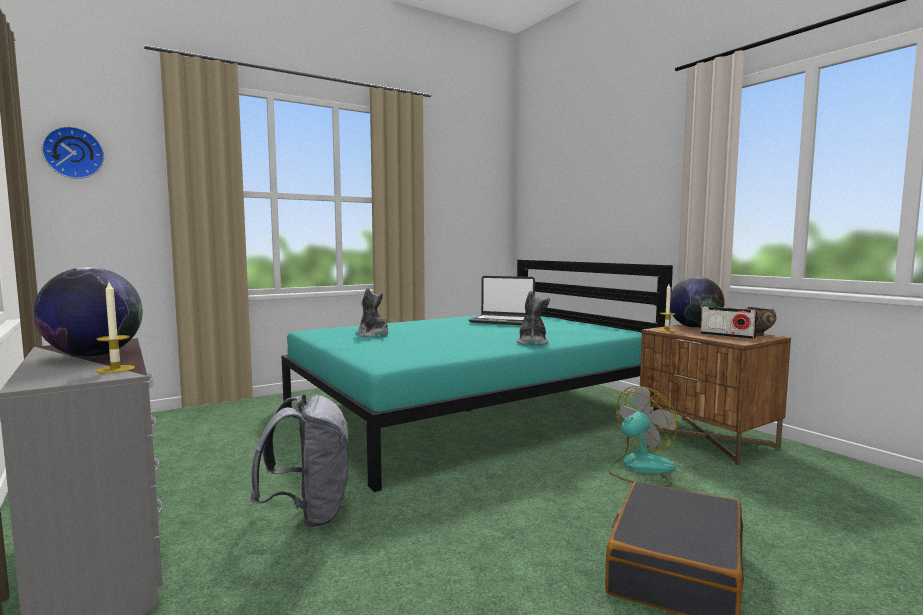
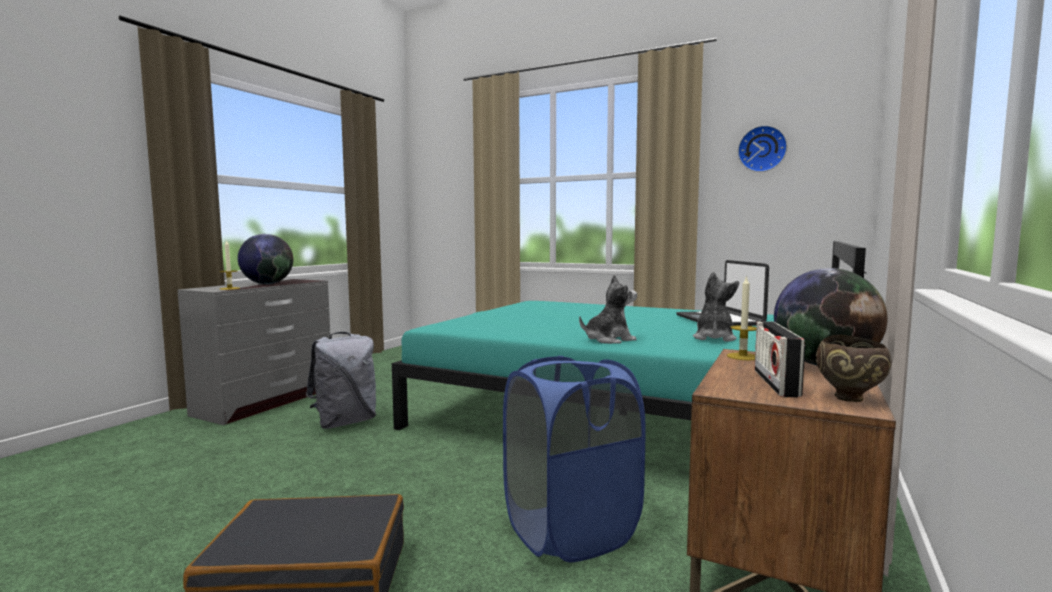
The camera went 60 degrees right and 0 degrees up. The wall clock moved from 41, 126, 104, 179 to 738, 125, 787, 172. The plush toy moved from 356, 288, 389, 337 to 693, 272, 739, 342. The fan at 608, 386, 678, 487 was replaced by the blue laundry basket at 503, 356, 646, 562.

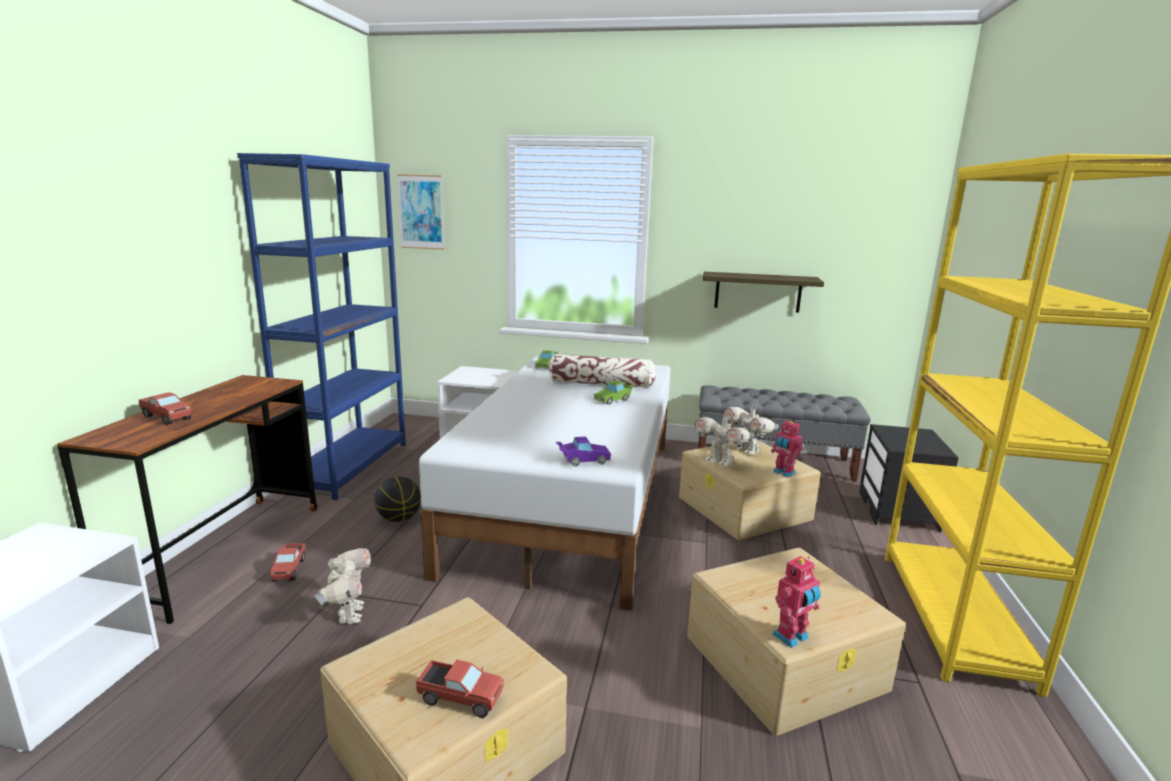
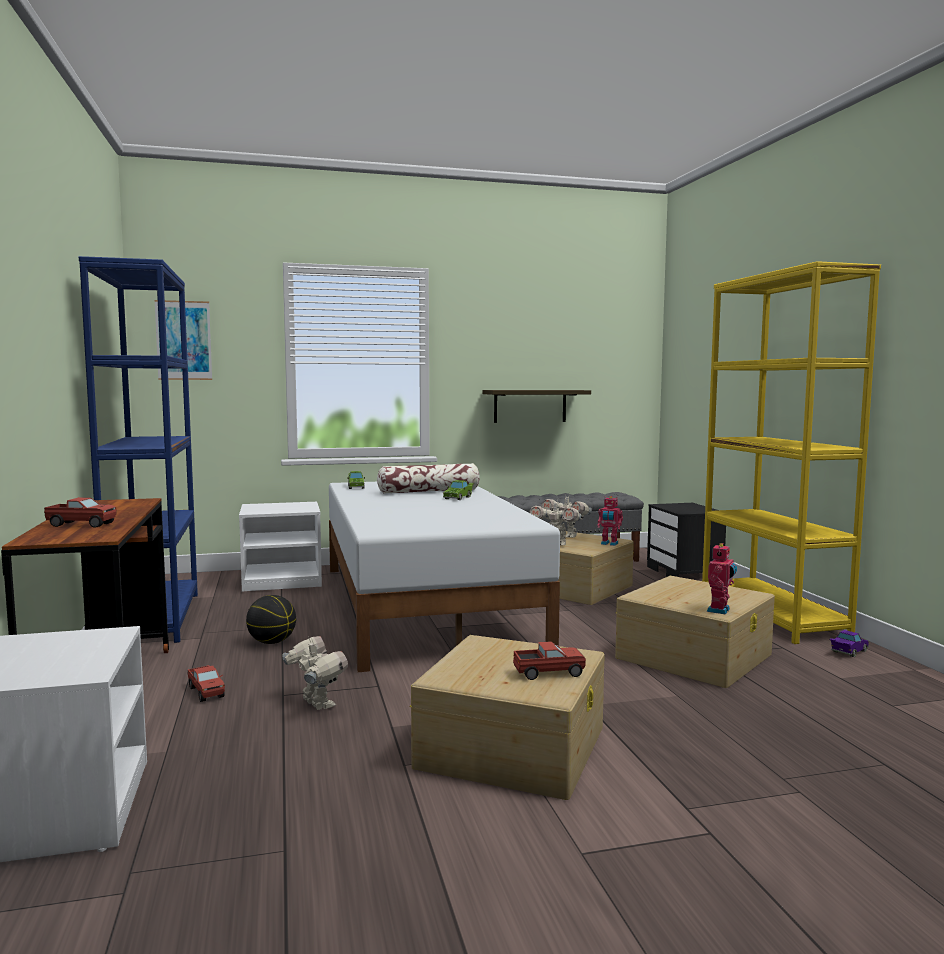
The camera went 25 degrees left and 10 degrees down. The purple toy car moved from 556, 437, 612, 467 to 830, 630, 869, 657.

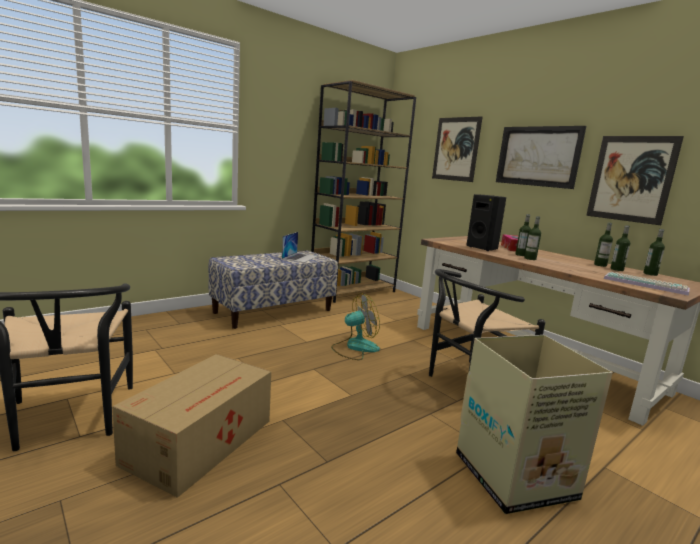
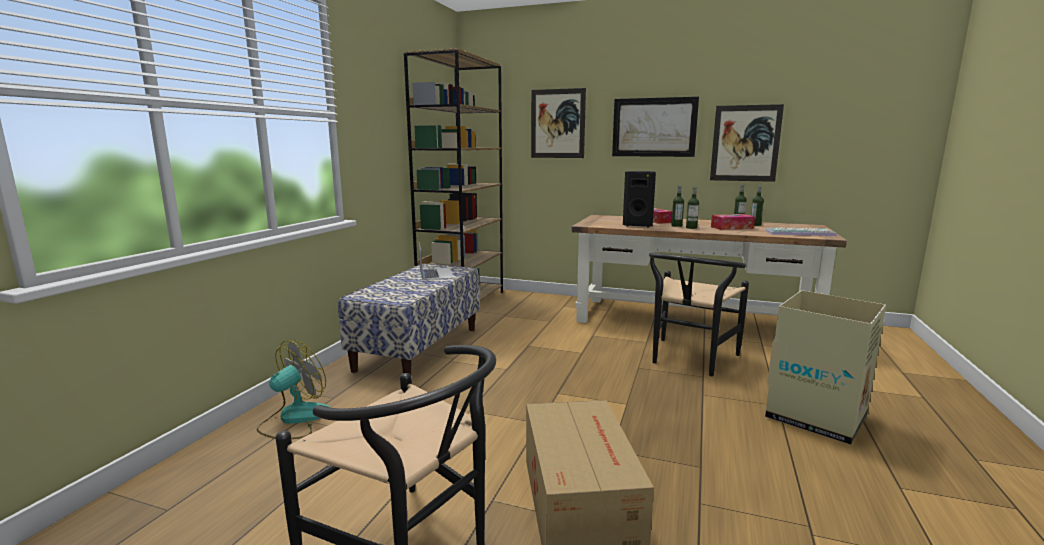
The camera went 30 degrees left and 0 degrees up. The fan moved from 331, 293, 380, 360 to 256, 340, 331, 439. The bottle at 643, 229, 665, 276 disappeared. The tissue box at 711, 214, 755, 230 appeared.

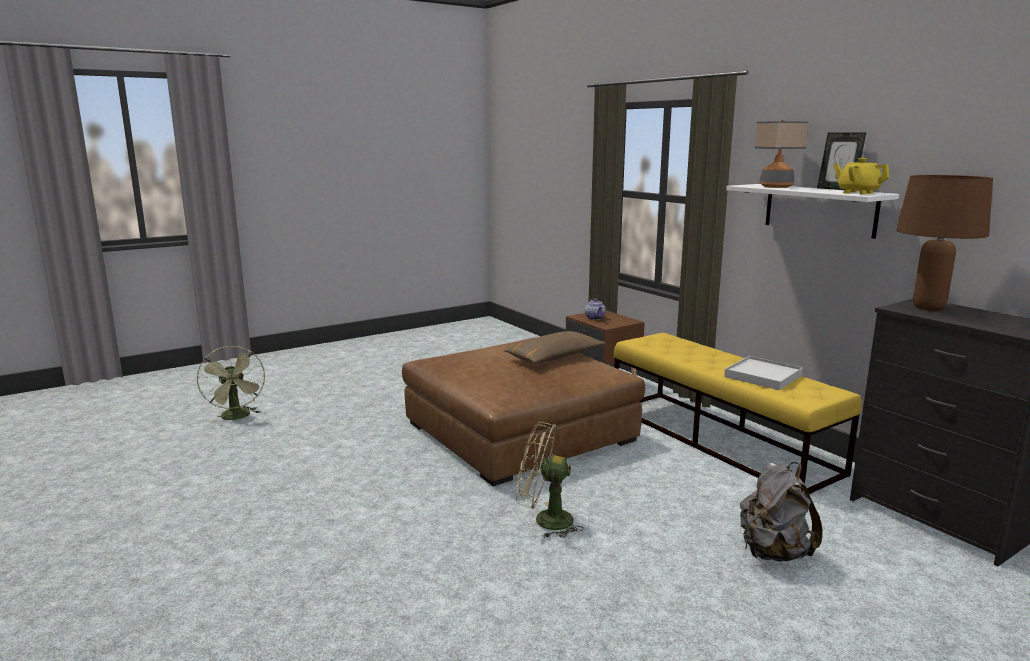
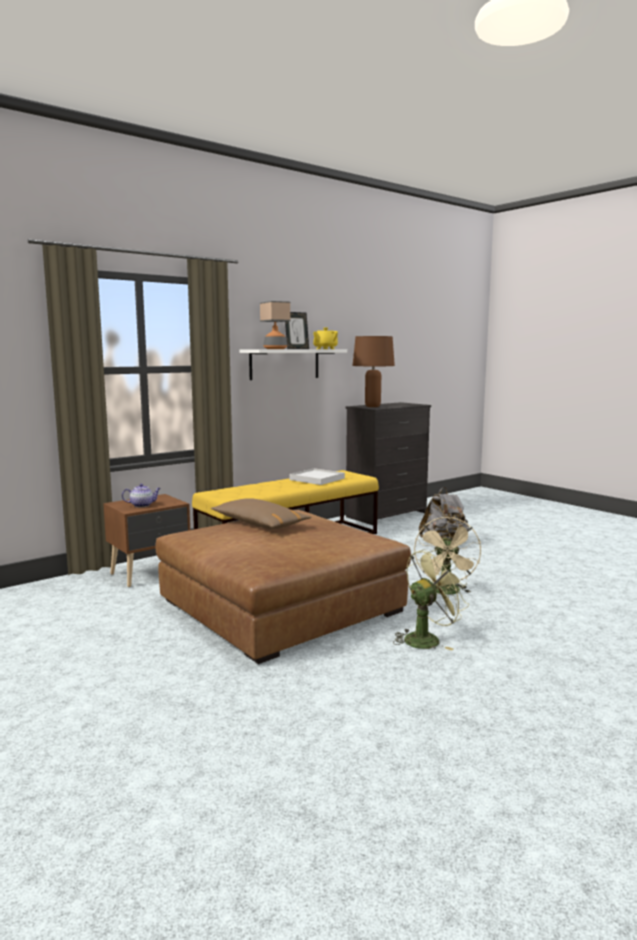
The camera went 95 degrees left and 5 degrees down. The green fan moved from 197, 346, 265, 423 to 393, 548, 469, 650.

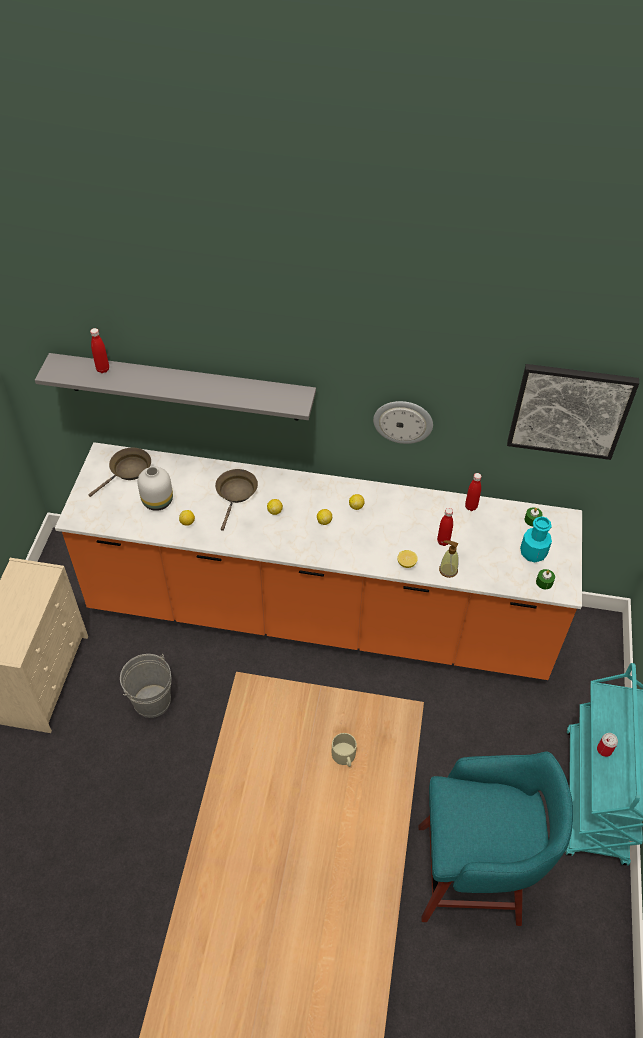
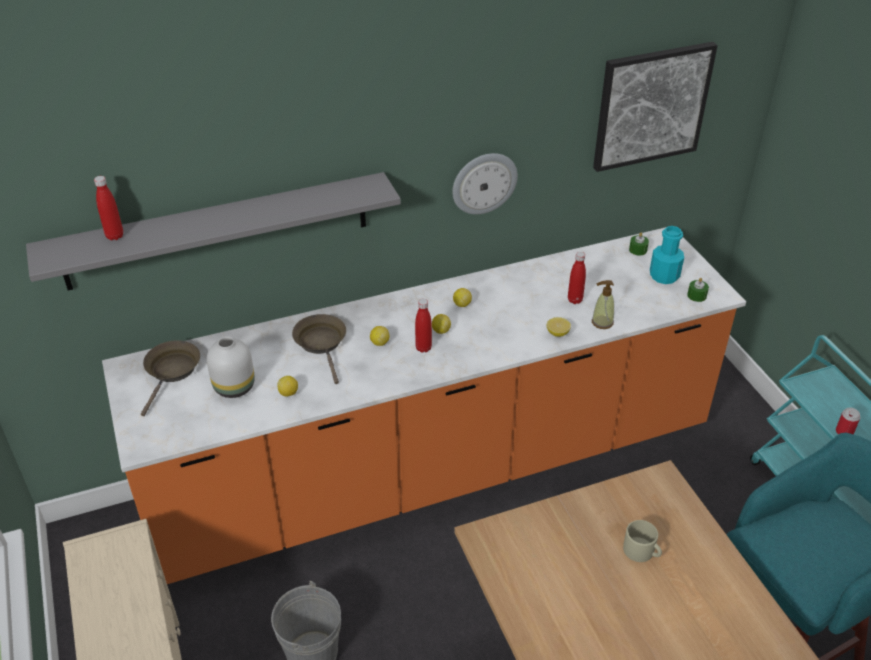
The camera went 30 degrees left and 10 degrees down. The red bottle moved from 465, 473, 482, 511 to 415, 299, 432, 353.

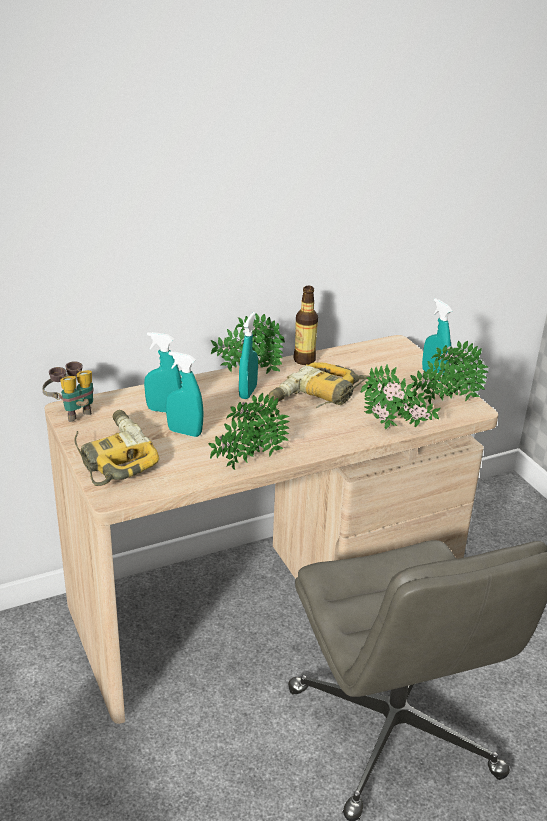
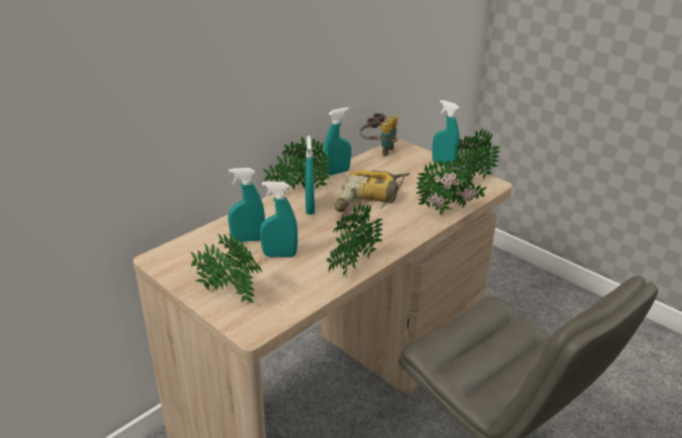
The camera went 20 degrees left and 0 degrees up. The binoculars moved from 42, 361, 93, 422 to 360, 113, 398, 156. The power drill at 74, 410, 159, 486 was replaced by the potted plant at 191, 234, 262, 304. The bottle at 293, 286, 318, 365 was replaced by the turquoise spray bottle at 324, 107, 351, 175.

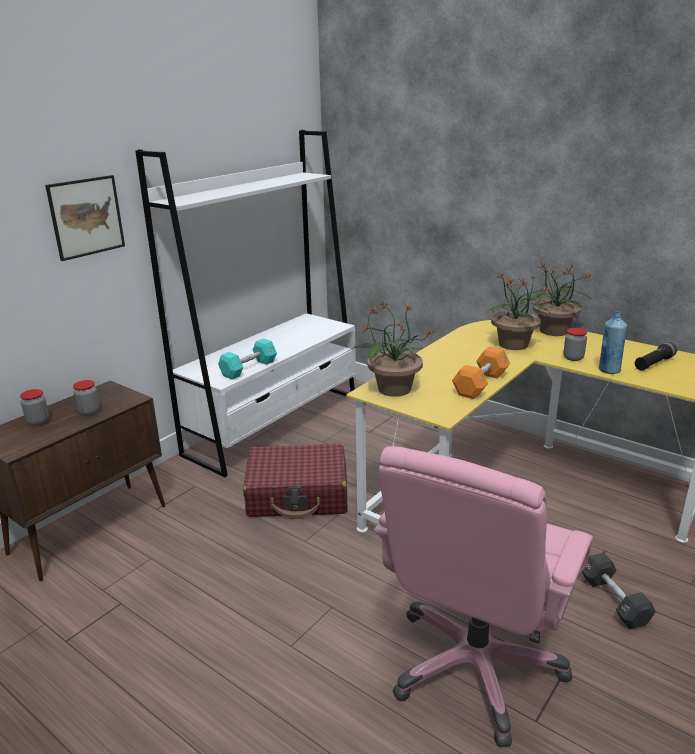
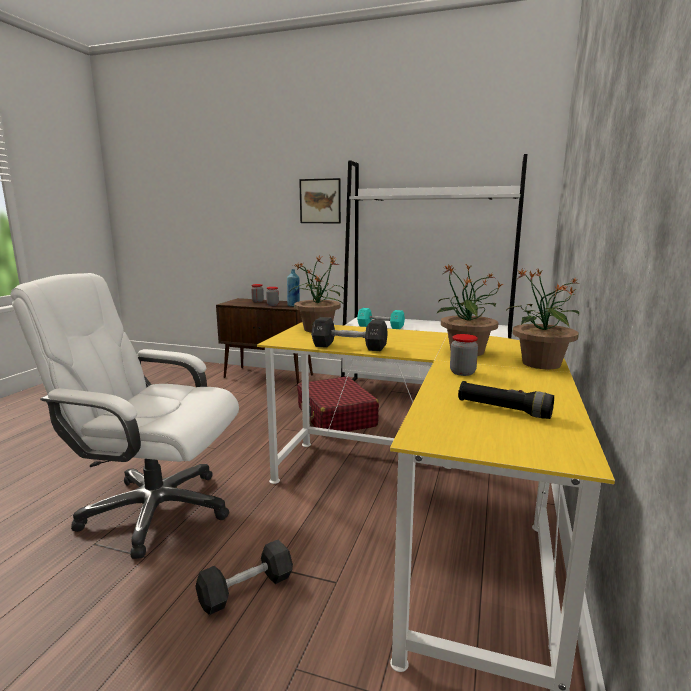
The camera went 70 degrees right and 10 degrees down. The pink office chair at 374, 446, 593, 747 became the white office chair at 11, 273, 239, 559. The orange dumbbell at 452, 346, 510, 399 became the black dumbbell at 311, 317, 388, 351. The blue bottle moved from 599, 311, 627, 374 to 287, 269, 300, 307.

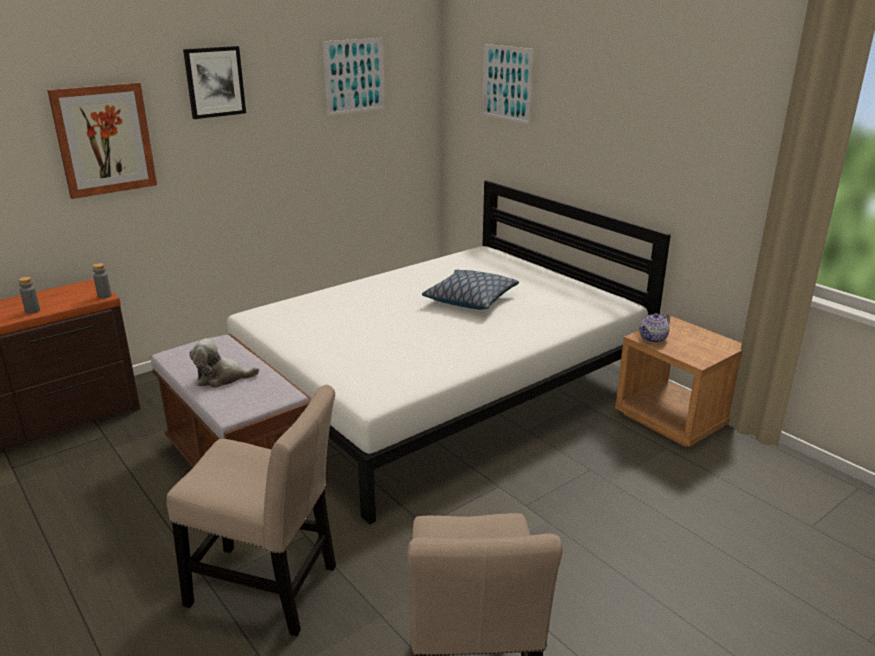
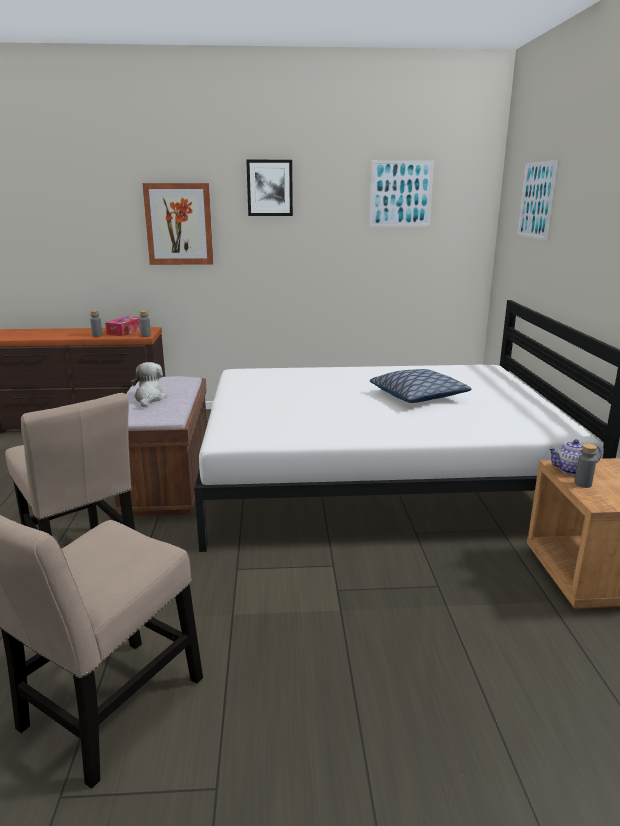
The camera went 35 degrees right and 5 degrees down. The plush toy at 190, 339, 259, 388 turned 60 degrees clockwise. The tissue box at 105, 316, 141, 336 appeared. The grey bottle at 574, 444, 597, 488 appeared.

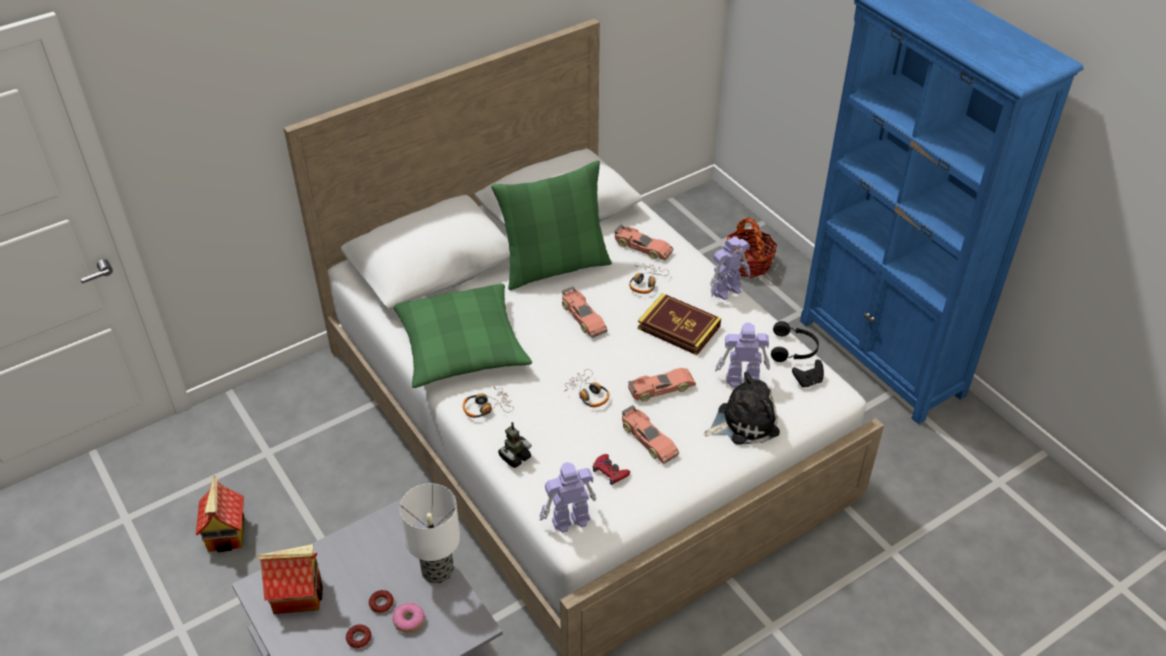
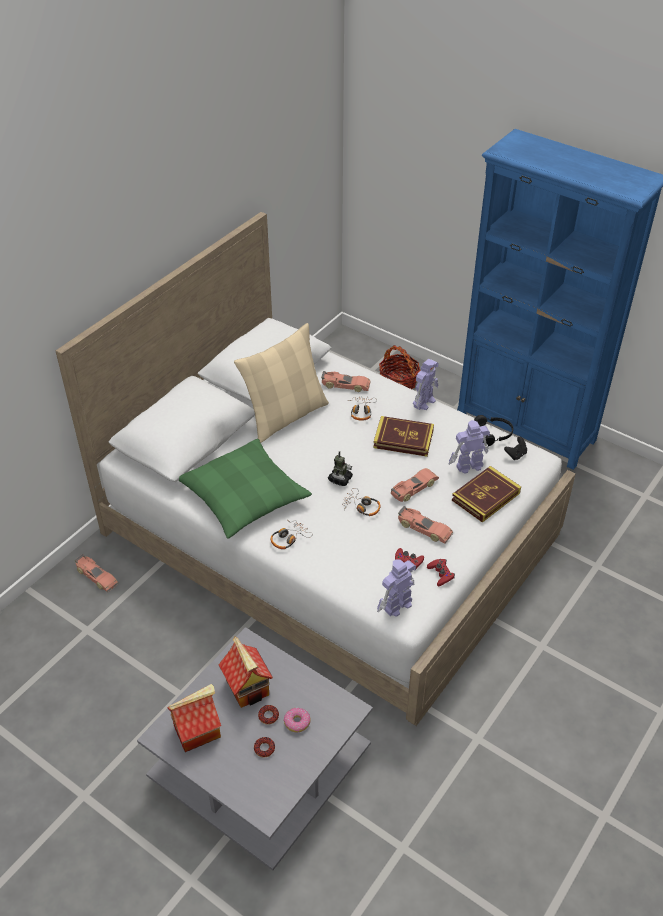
The camera went 20 degrees left and 0 degrees up. The toy house moved from 196, 476, 244, 552 to 219, 636, 273, 708. The table lamp at 400, 483, 460, 584 disappeared. The green pillow at 491, 161, 612, 290 became the beige pillow at 234, 323, 329, 443. The toy robot moved from 498, 422, 532, 468 to 328, 451, 353, 486. The toy car moved from 562, 286, 607, 338 to 75, 554, 118, 592. The plush toy at 704, 372, 780, 445 was replaced by the book at 452, 466, 521, 523. The red game controller at 427, 559, 455, 586 appeared.

